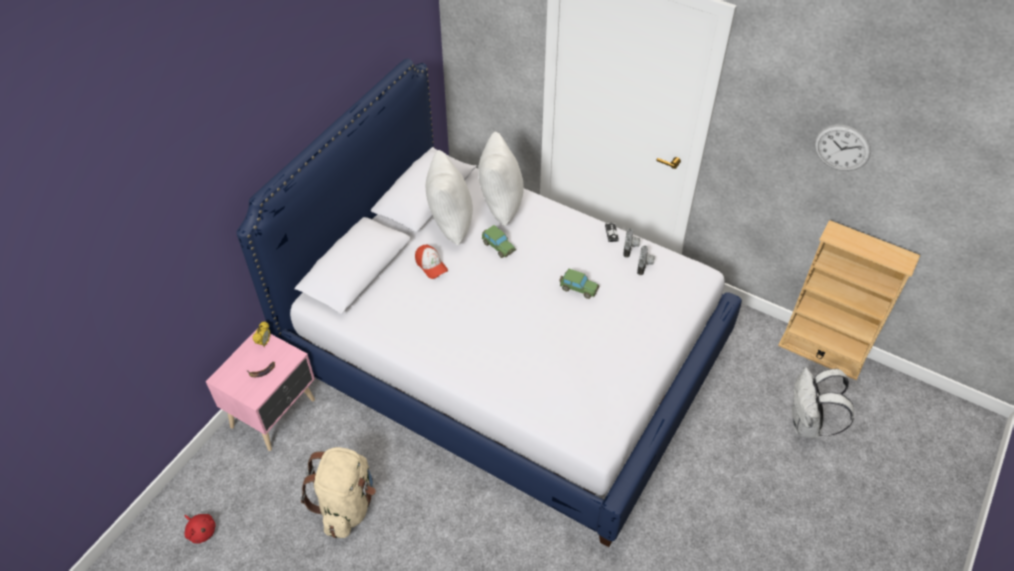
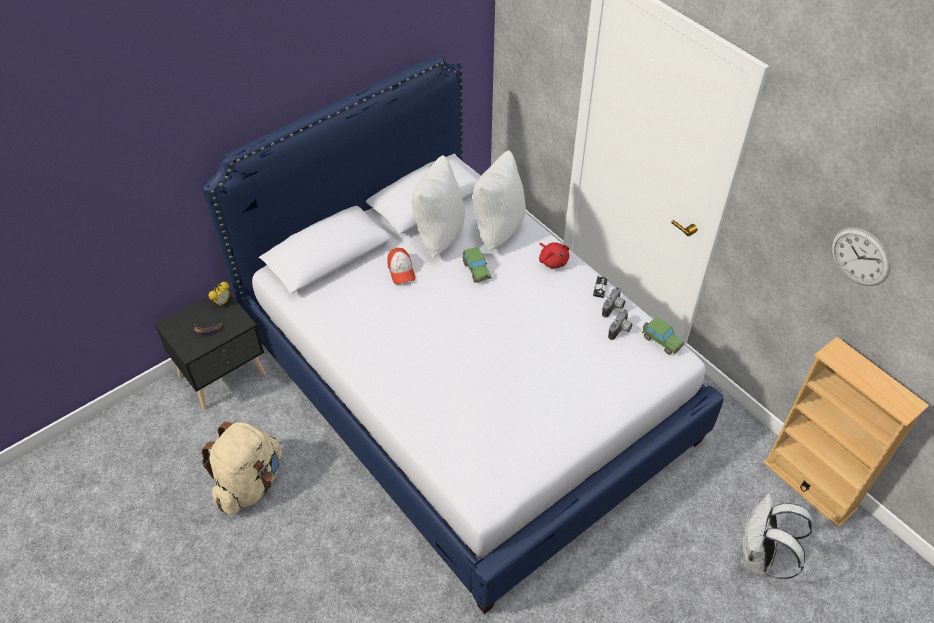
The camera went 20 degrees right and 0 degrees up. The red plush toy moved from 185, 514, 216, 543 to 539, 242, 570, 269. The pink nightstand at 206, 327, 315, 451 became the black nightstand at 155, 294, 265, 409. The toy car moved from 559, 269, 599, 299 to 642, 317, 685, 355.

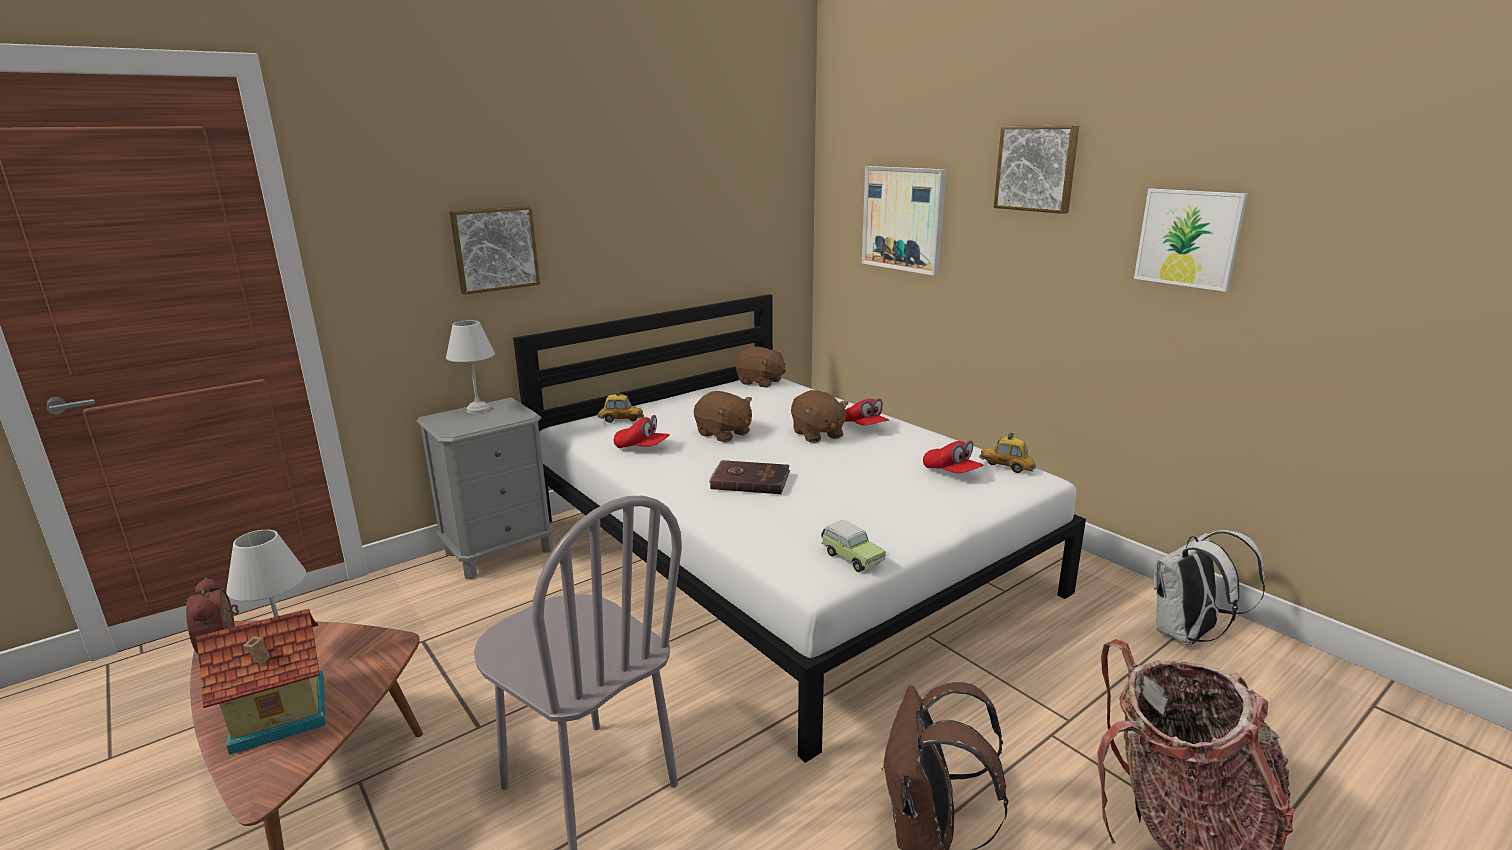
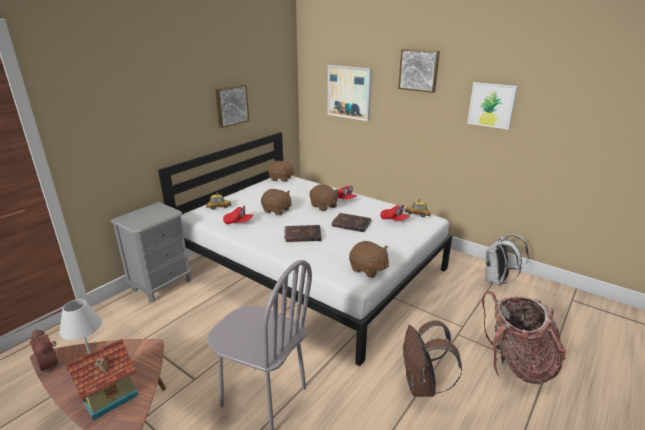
The camera went 15 degrees left and 5 degrees up. The white table lamp at 446, 320, 495, 414 disappeared. The picture moved from 450, 206, 540, 295 to 215, 84, 249, 128. The toy car at 821, 520, 886, 572 was replaced by the brown plush toy at 349, 241, 389, 278. The brown book at 332, 213, 371, 232 appeared.

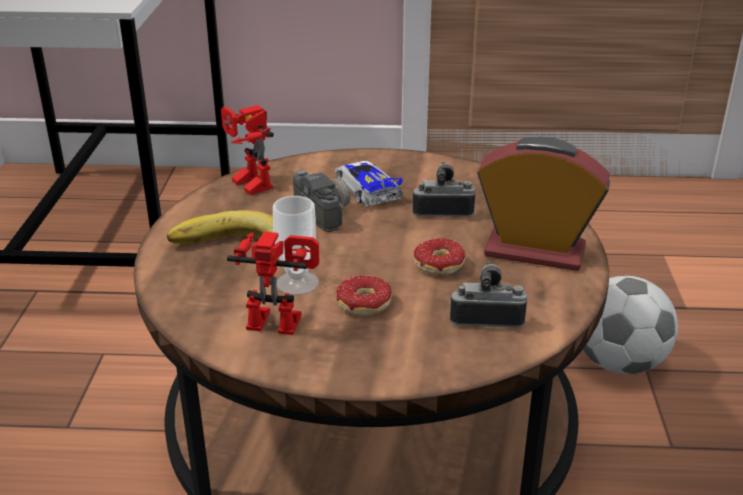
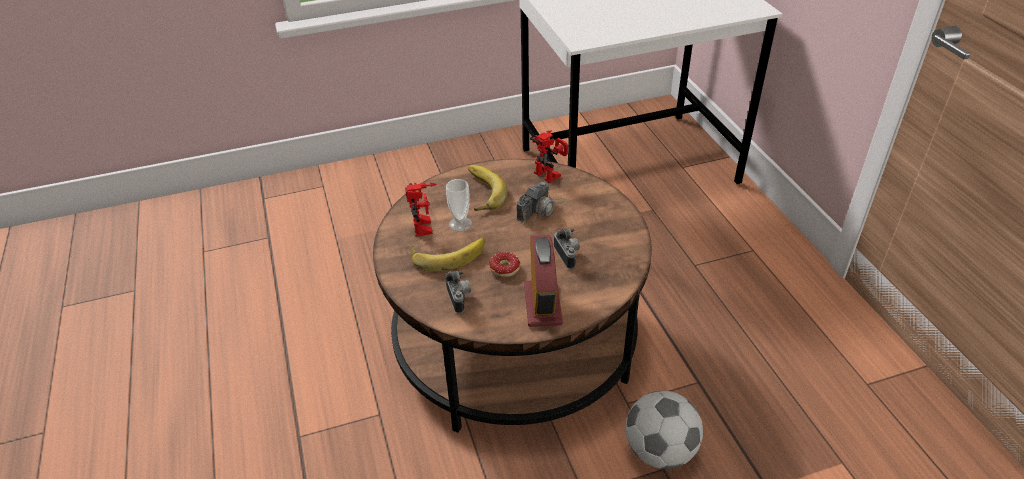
The camera went 70 degrees right and 10 degrees up. The toy robot at 221, 105, 274, 195 turned 105 degrees clockwise. The toy car at 335, 161, 404, 207 disappeared. The donut at 337, 275, 392, 316 was replaced by the banana at 410, 238, 485, 272.

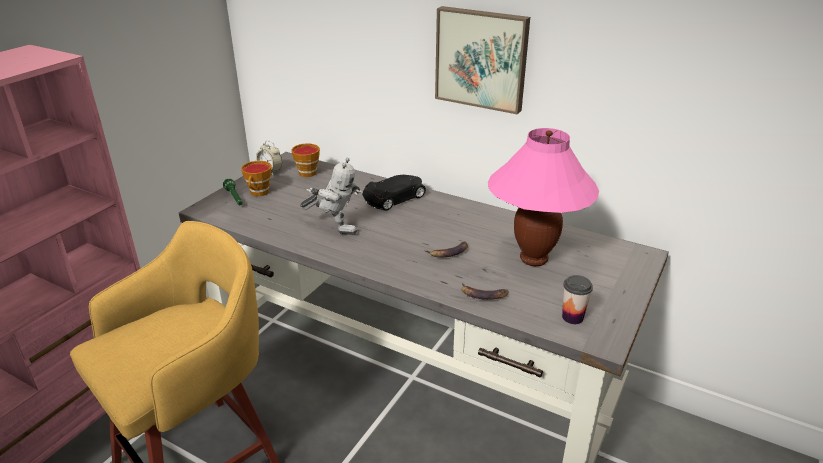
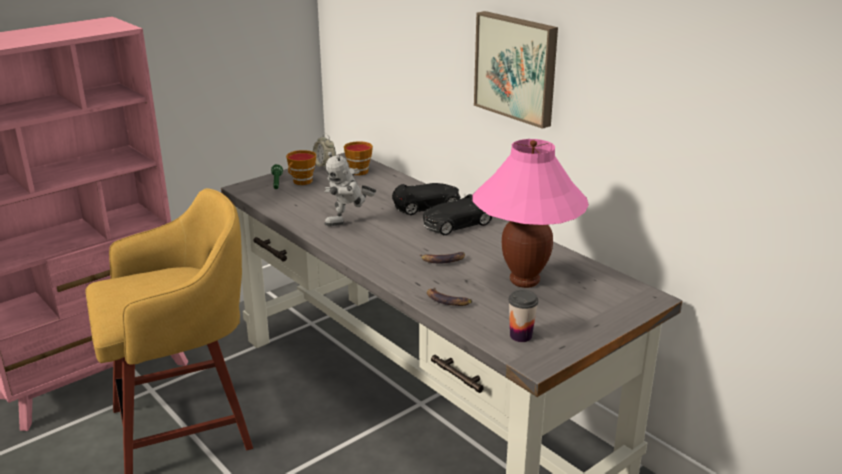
The camera went 20 degrees right and 5 degrees down. The toy robot at 300, 158, 363, 235 turned 105 degrees clockwise. The black toy car at 423, 194, 492, 235 appeared.

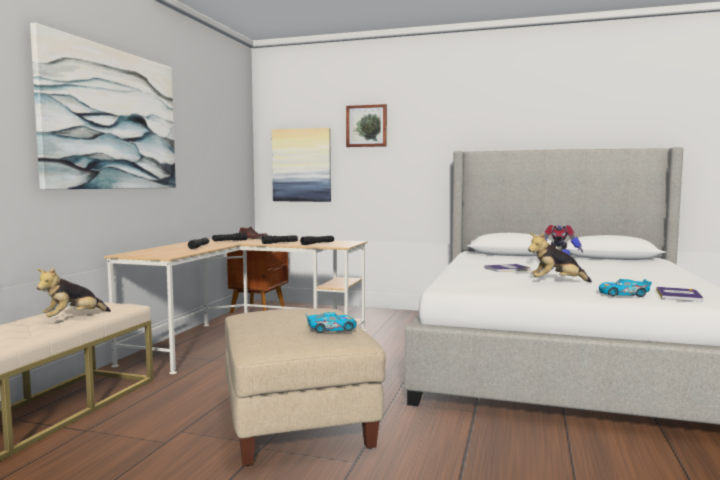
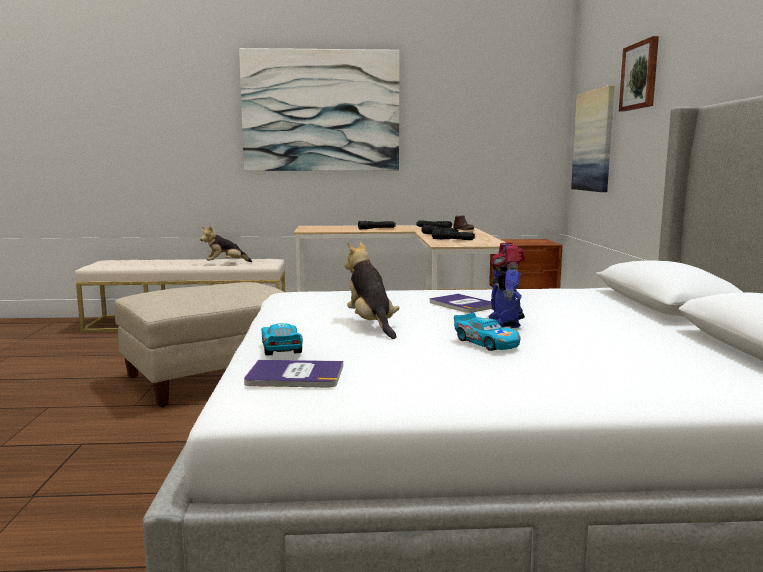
The camera went 70 degrees right and 5 degrees up. The plush toy at 37, 267, 111, 317 turned 45 degrees counterclockwise. The toy car moved from 305, 312, 357, 333 to 454, 312, 520, 351.

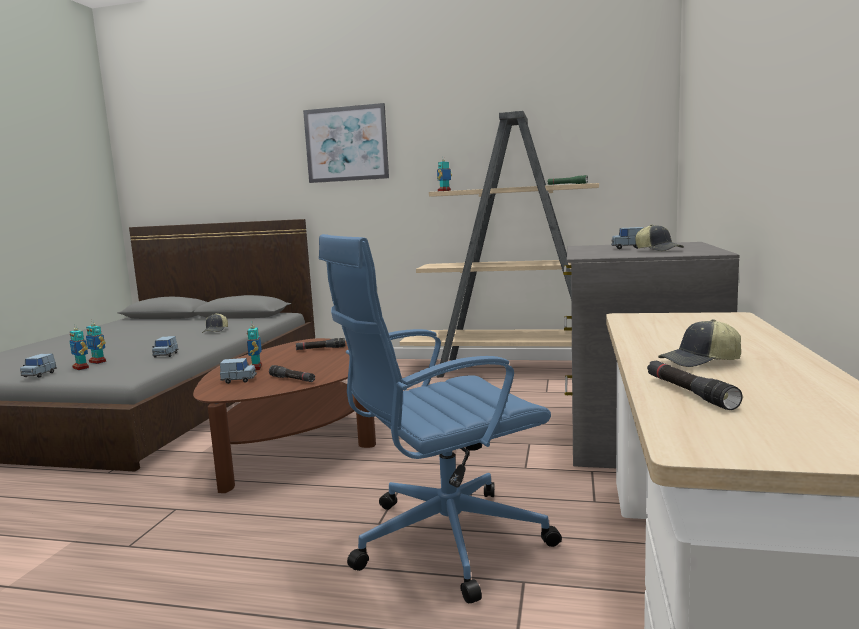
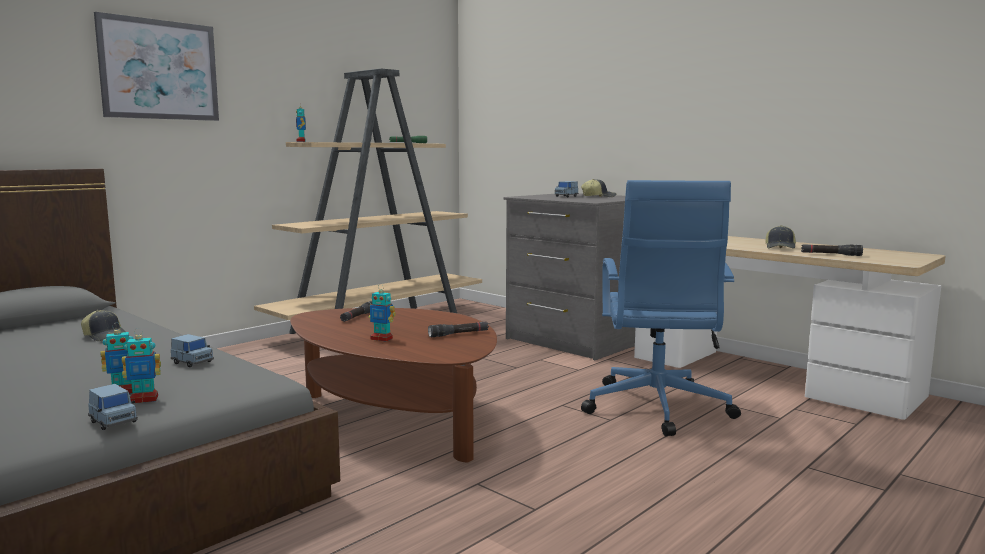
The camera went 60 degrees left and 0 degrees up. The blue toy car at 220, 358, 257, 384 disappeared.

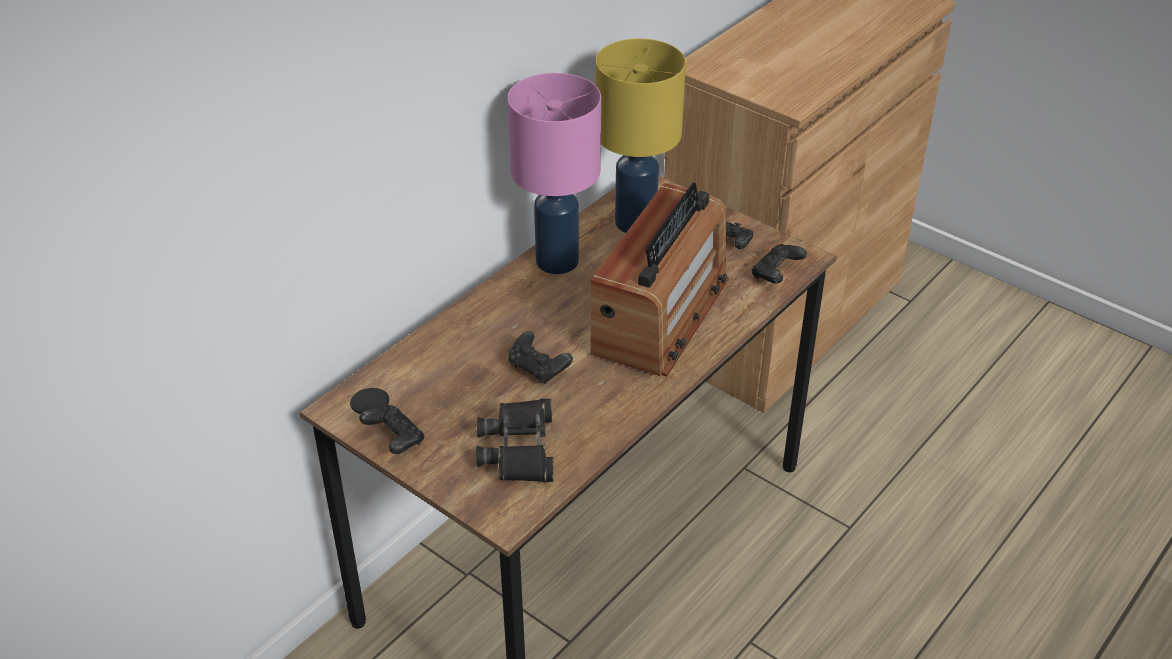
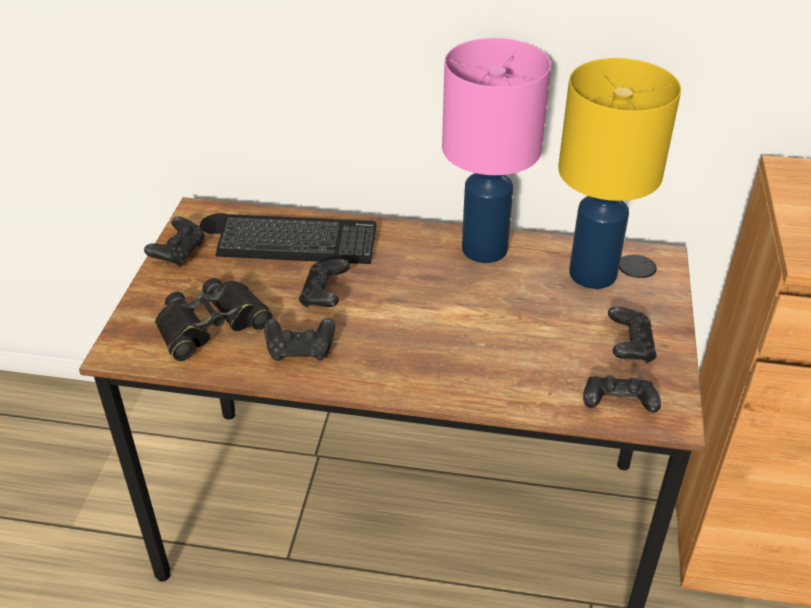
The camera went 60 degrees right and 0 degrees up. The radio at 590, 182, 729, 377 disappeared. The keyboard at 216, 214, 376, 264 appeared. The black game controller at 264, 318, 335, 361 appeared.

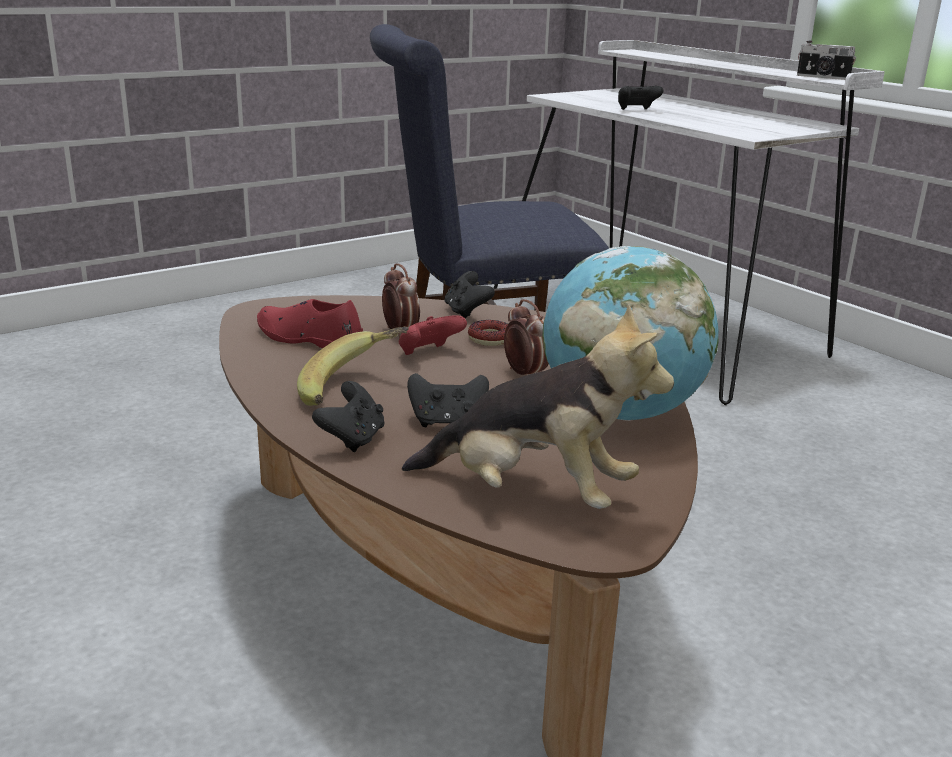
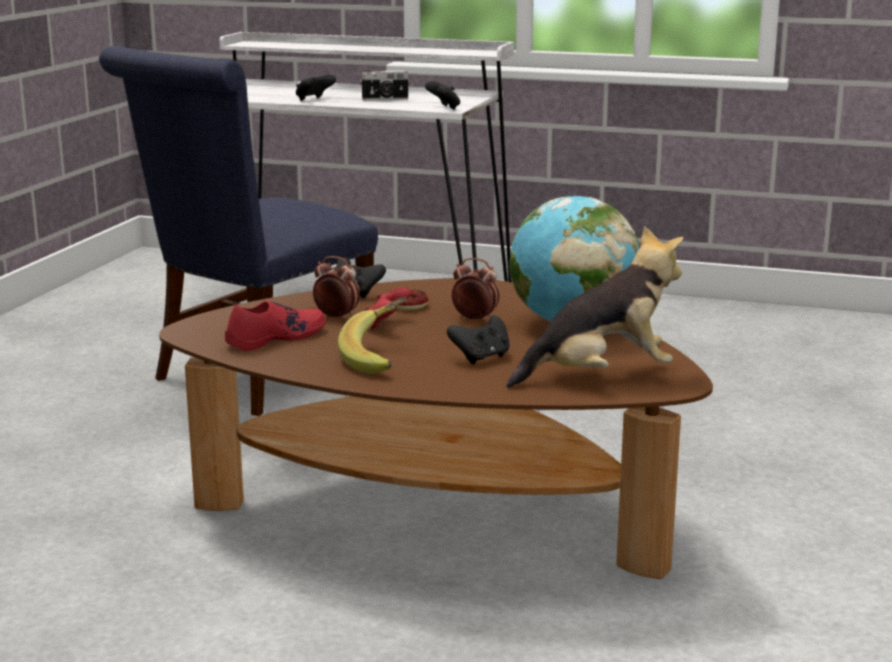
The camera went 35 degrees left and 5 degrees down. The red shoe at 257, 299, 363, 349 turned 150 degrees clockwise. The black game controller moved from 312, 381, 384, 452 to 425, 81, 460, 110. The photo camera moved from 797, 40, 856, 80 to 360, 69, 410, 100.

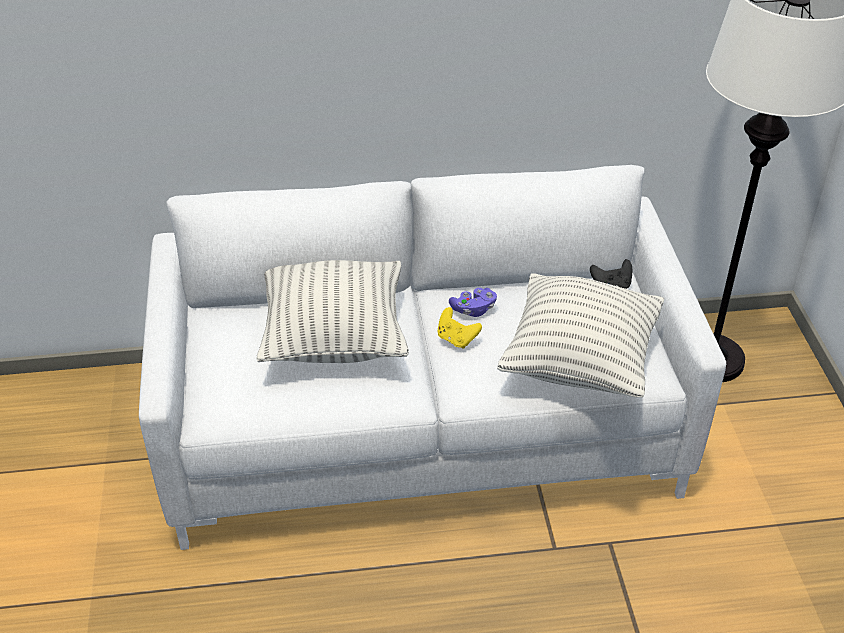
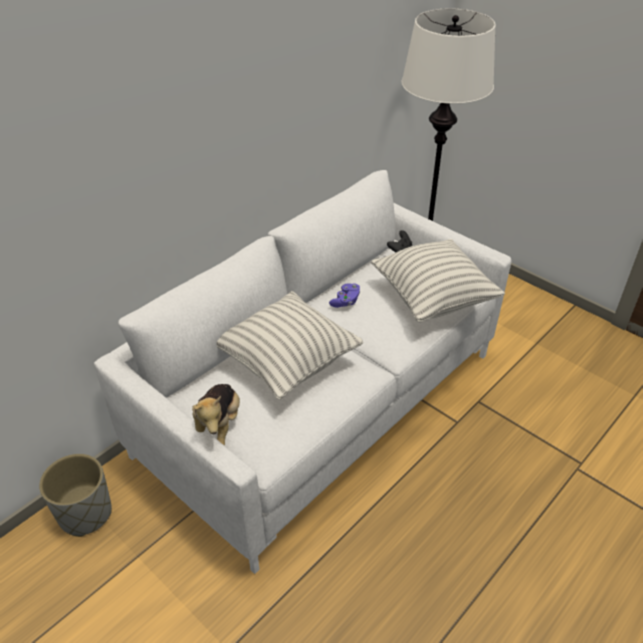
The camera went 40 degrees left and 0 degrees up. The yellow game controller at 437, 307, 482, 349 disappeared. The grey planter at 39, 454, 112, 537 appeared. The plush toy at 192, 384, 240, 446 appeared.

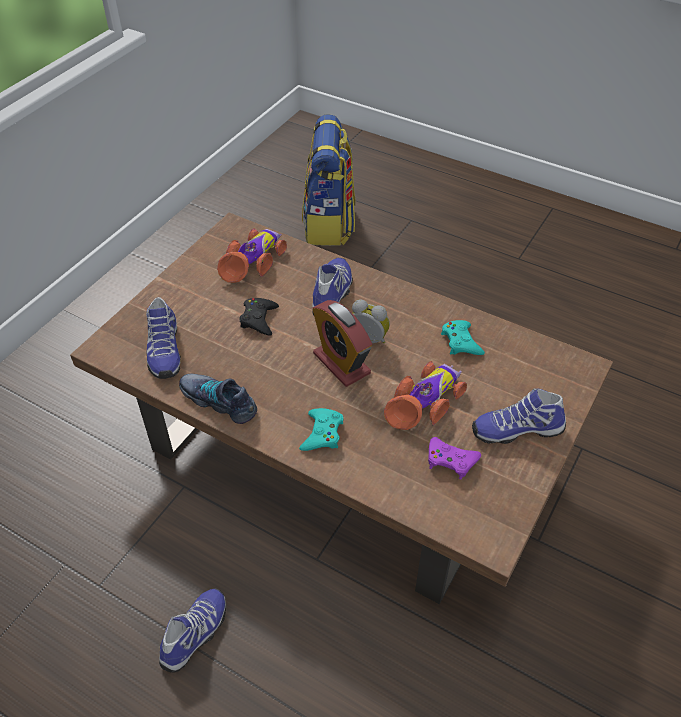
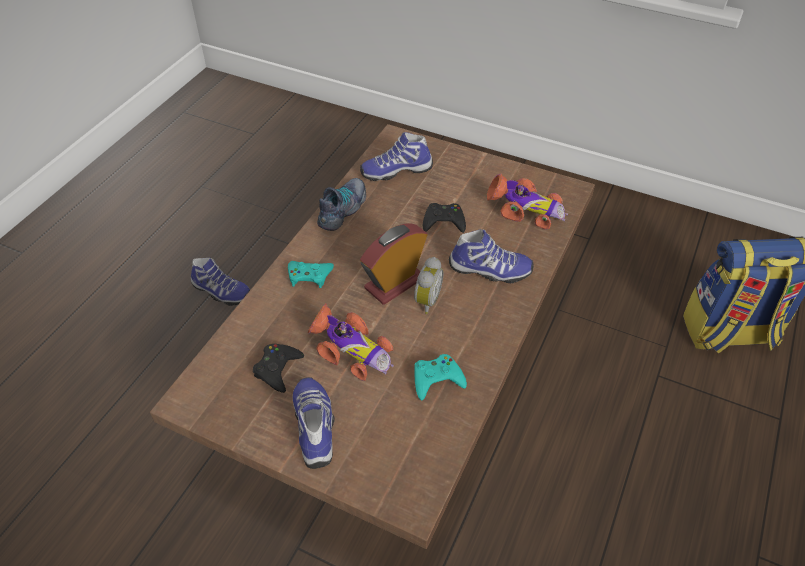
The camera went 85 degrees right and 0 degrees up. The purple game controller at 428, 437, 481, 480 became the black game controller at 253, 344, 304, 393.

